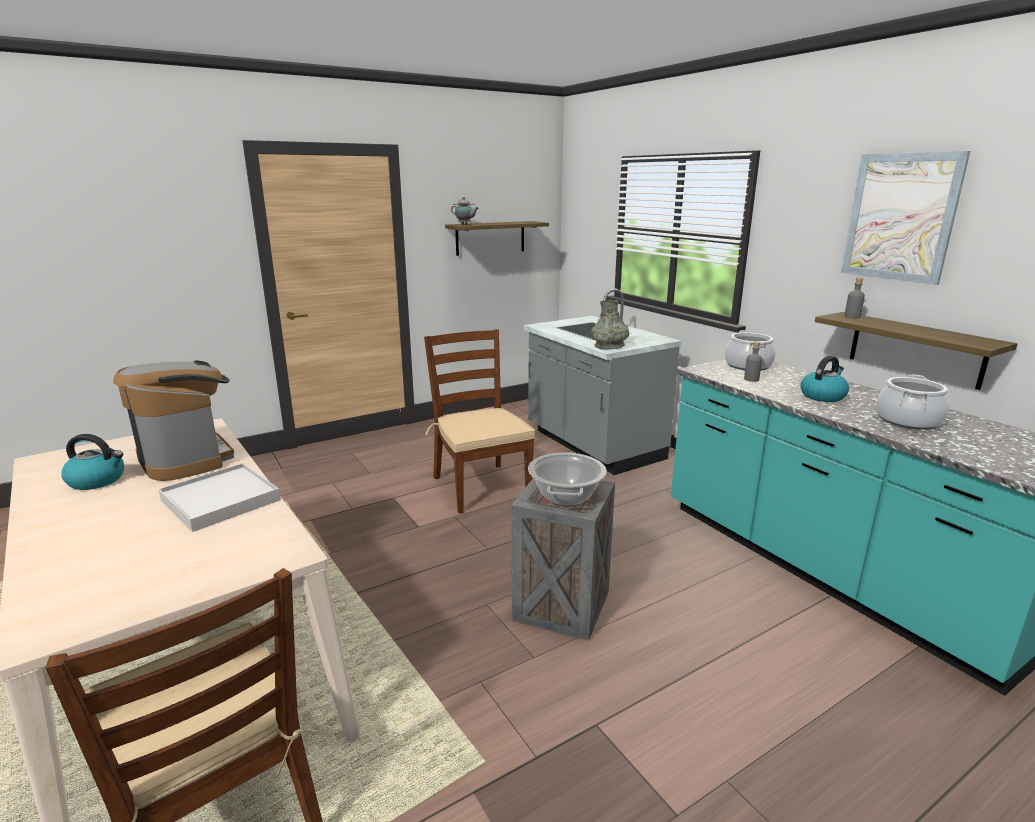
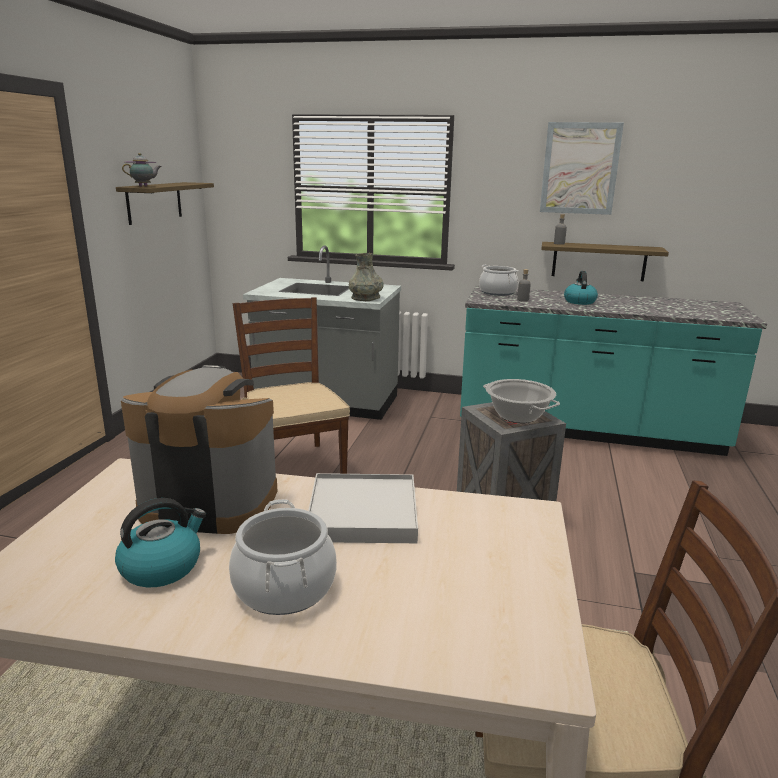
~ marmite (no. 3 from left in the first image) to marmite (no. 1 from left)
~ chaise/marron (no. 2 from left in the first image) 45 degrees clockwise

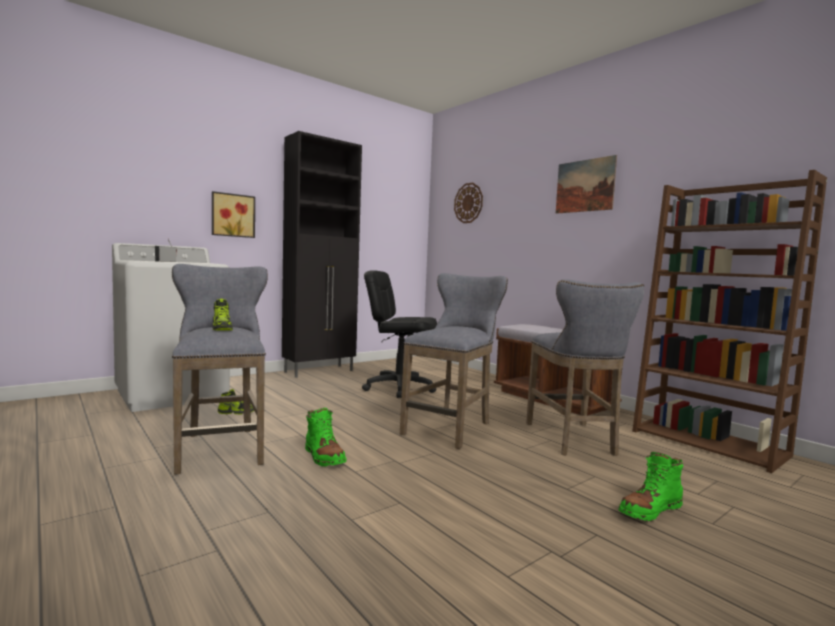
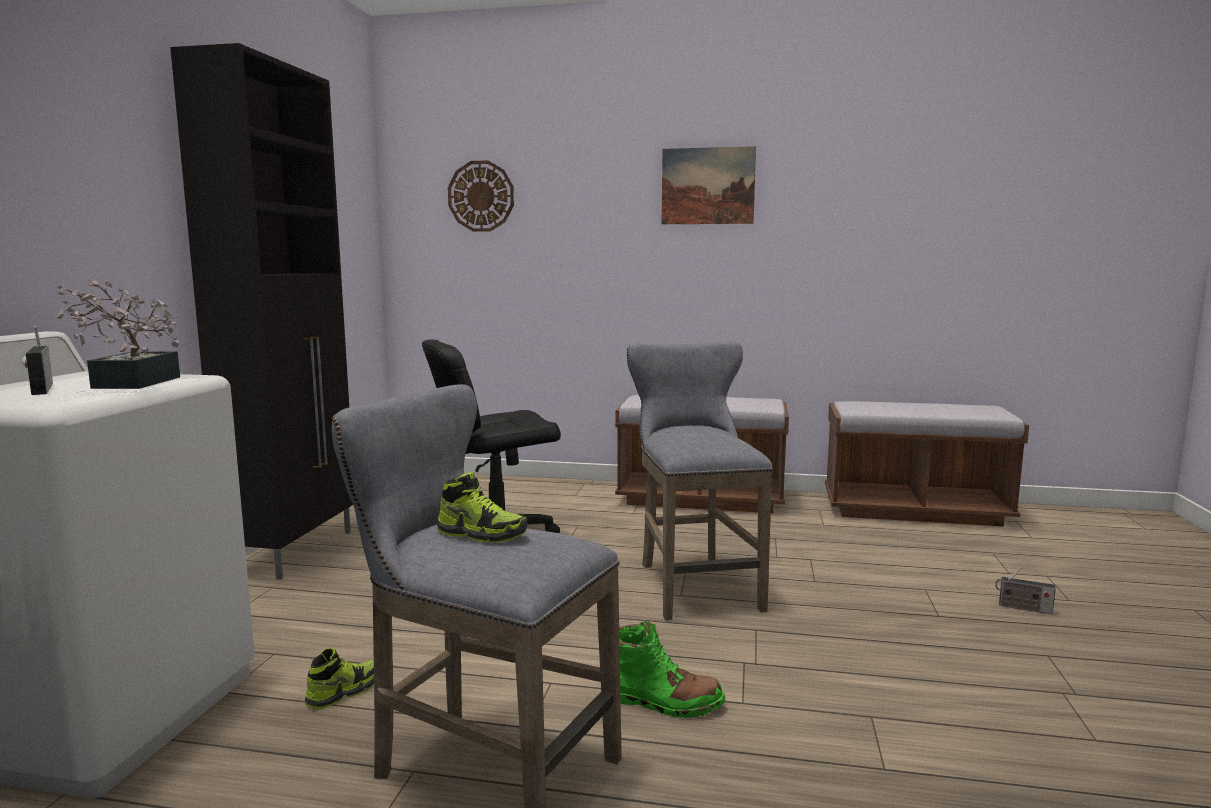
+ plante en pot
~ bibliothèque/marron to banc/marron (no. 2 from left)
~ botte/vert (no. 2 from left) to radio (no. 2 from left)
- tableau (no. 1 from left)
- tabouret/gris (no. 3 from left)

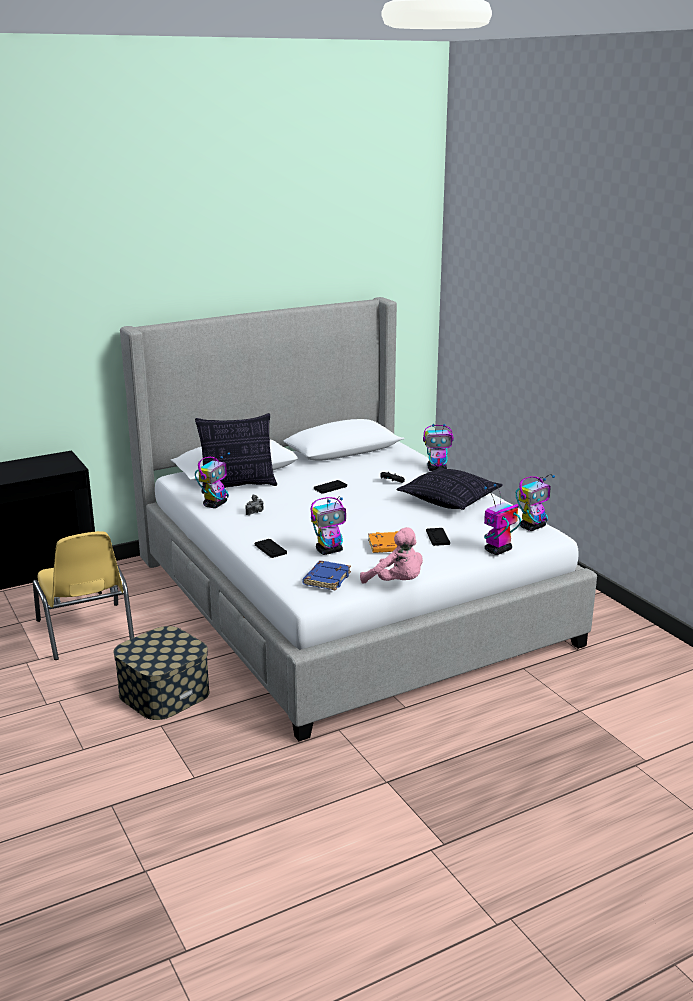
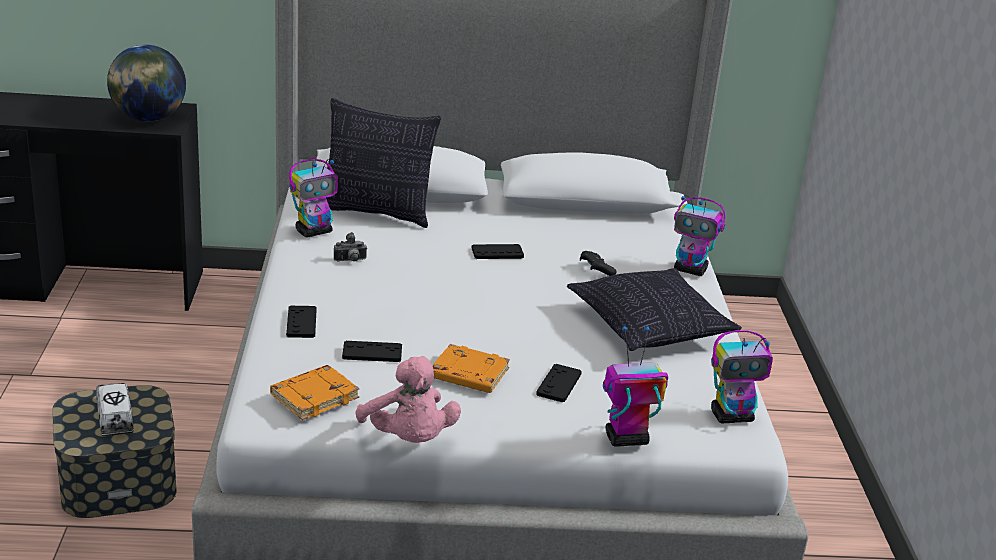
+ camion jouet
+ globe
~ livre/bleu to livre/orange (no. 1 from left)
~ robot jouet (no. 2 from left) to manette/noir (no. 2 from left)
- chaise/jaune

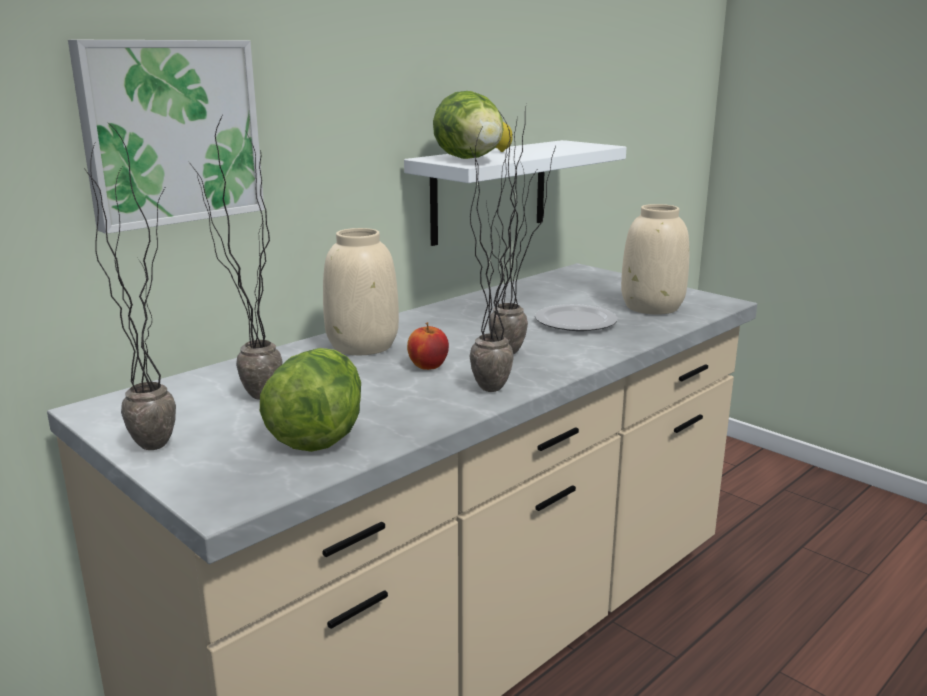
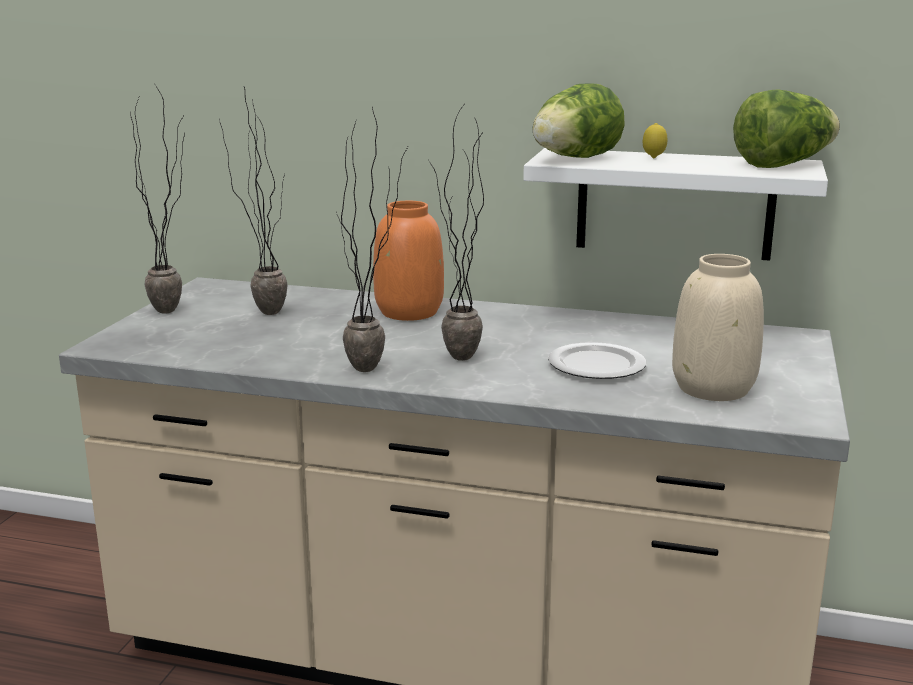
~ vase/beige (no. 1 from left) to vase/orange
~ laitue (no. 1 from left in the first image) to laitue (no. 2 from left)
- tableau
- pomme

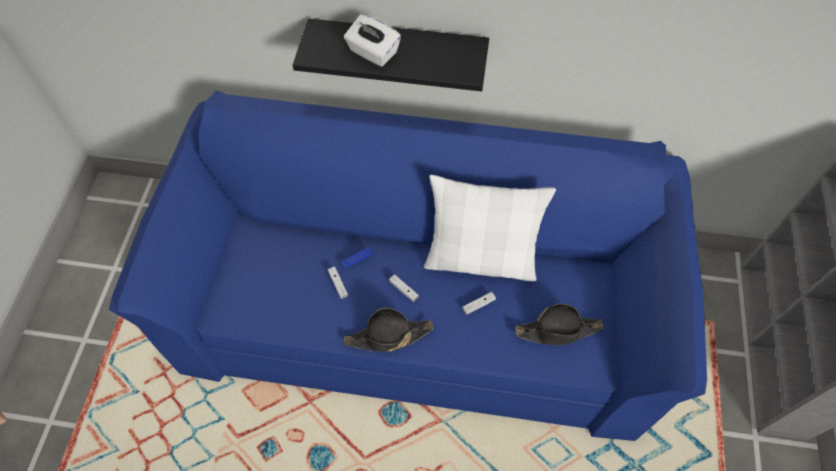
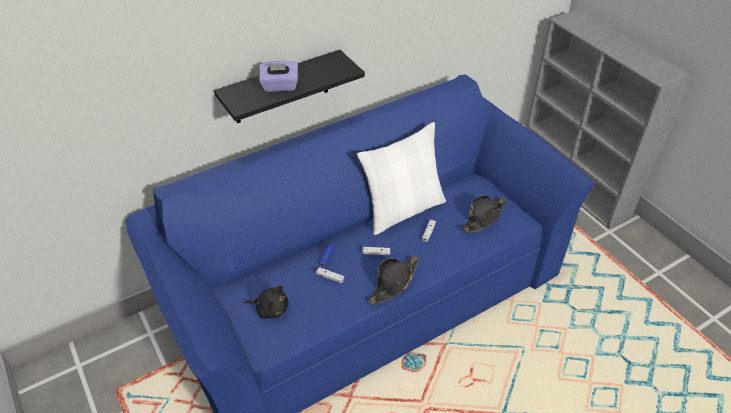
+ peluche/noir
~ boîte à mouchoirs/blanc to boîte à mouchoirs/violet

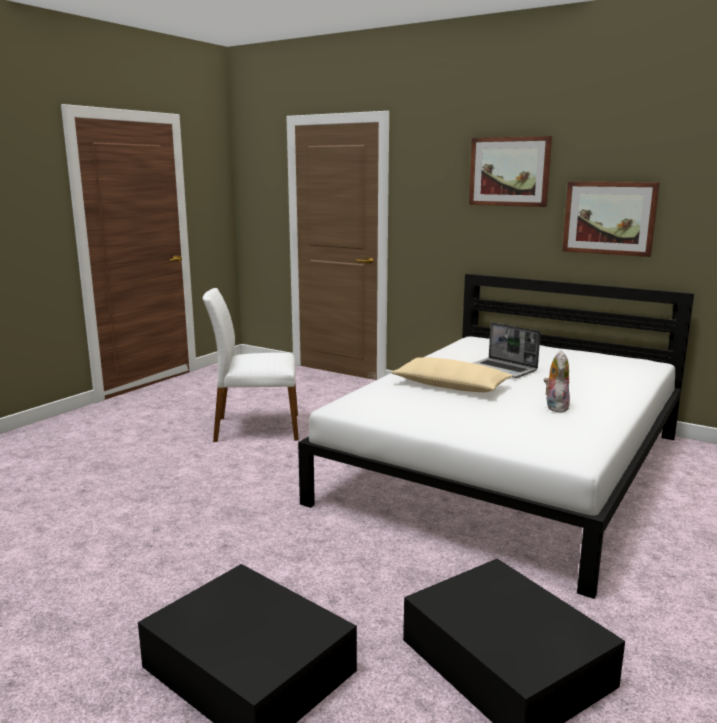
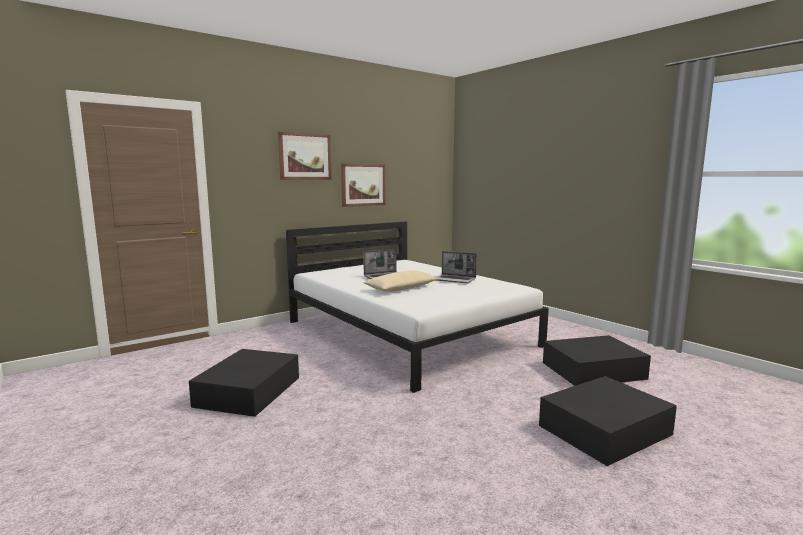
~ chaise/blanc to boîte de rangement/noir (no. 1 from left)
~ peluche to ordinateur portable (no. 2 from left)

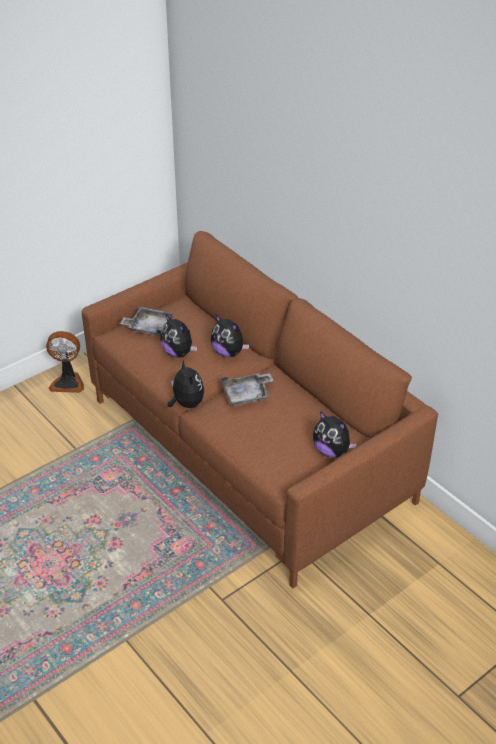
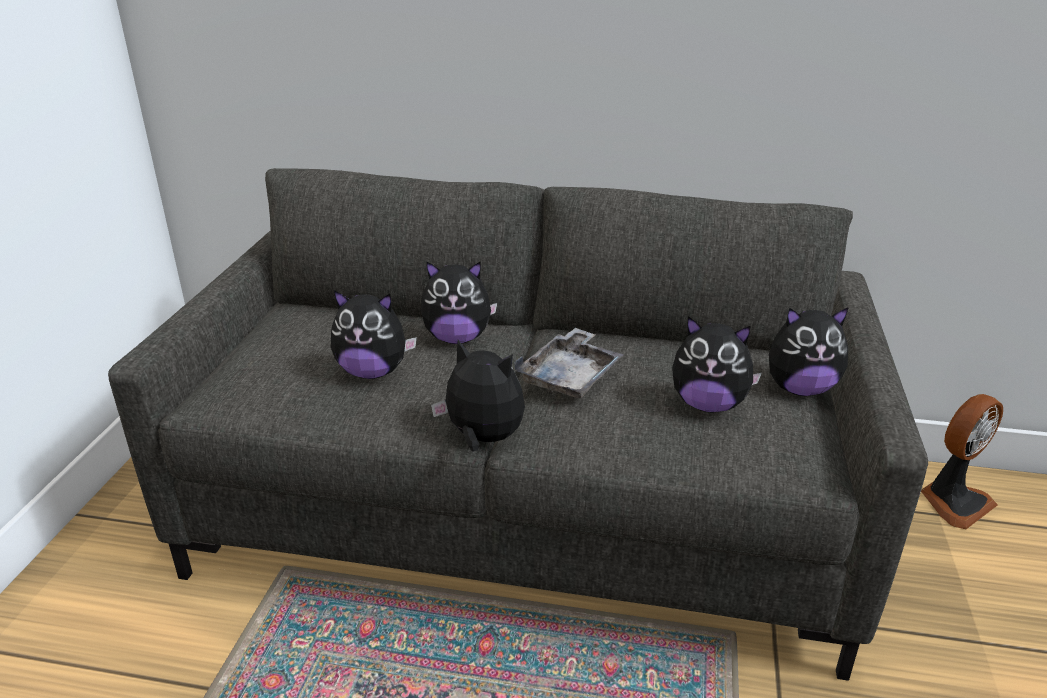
~ canapé/marron to canapé/gris
+ peluche (no. 4 from left)
~ ventilateur
- plateau/gris (no. 1 from left)

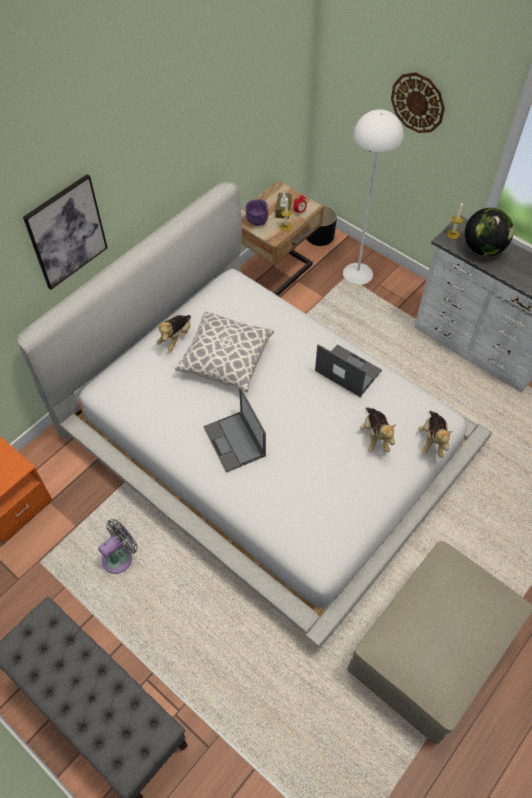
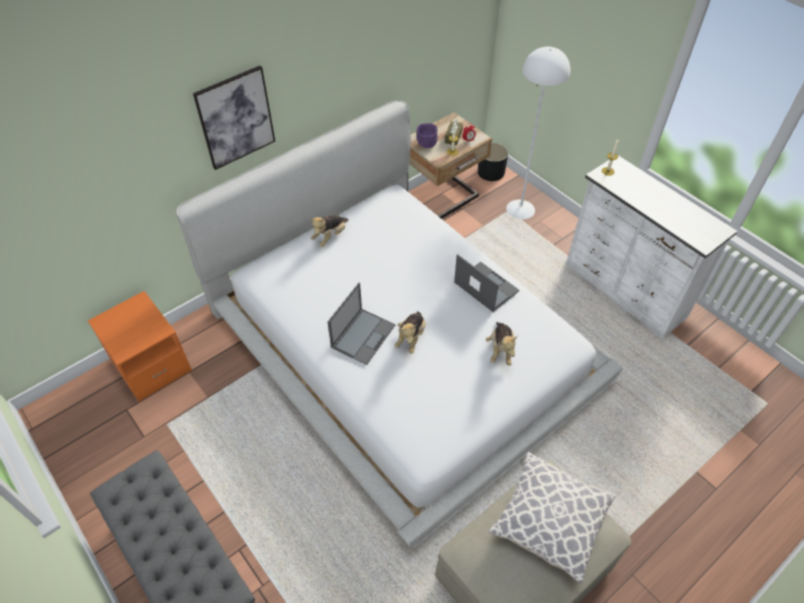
~ ordinateur portable (no. 1 from left) 135 degrees counterclockwise
~ peluche (no. 3 from left in the first image) to peluche (no. 2 from left)
~ coussin
- ventilateur/gris
- horloge murale
- globe

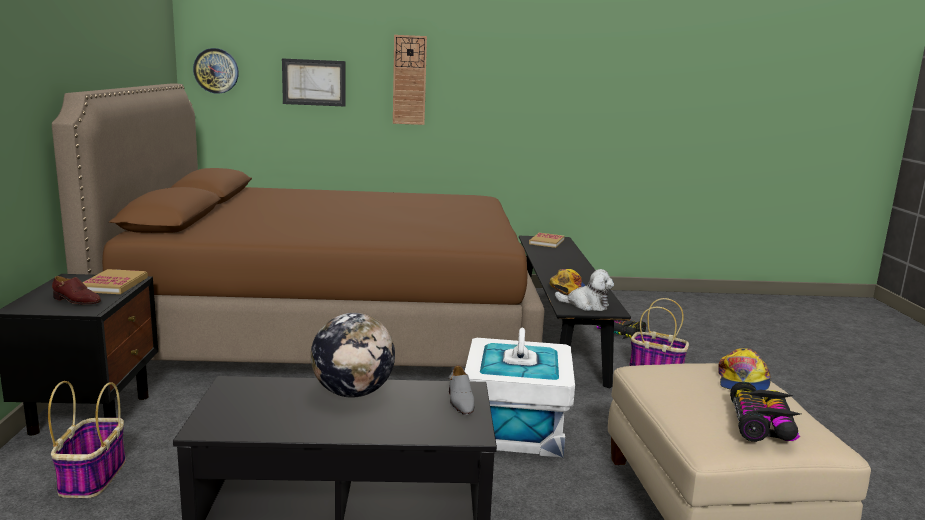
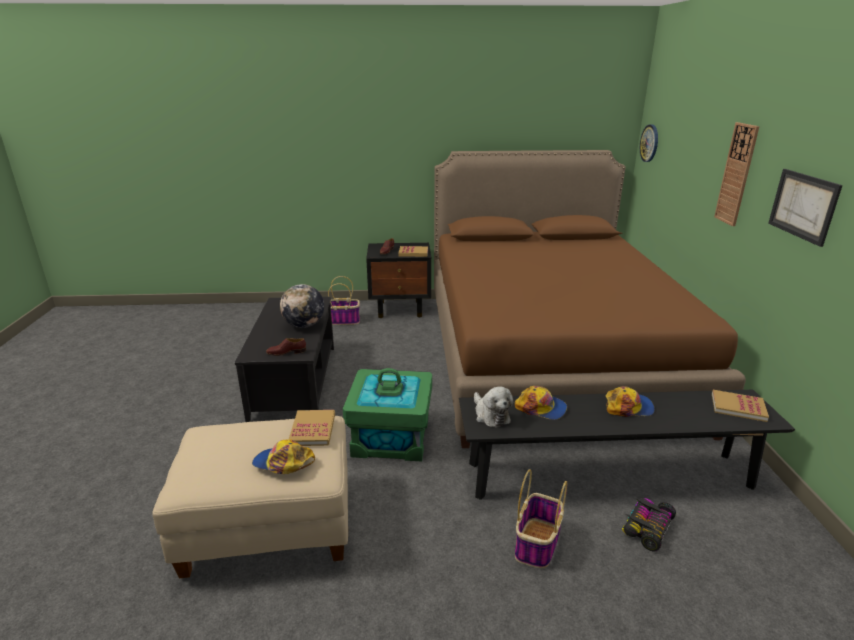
~ chaussure/gris to chaussure/marron (no. 1 from left)
+ livre (no. 1 from left)
~ boîte de rangement/blanc to boîte de rangement/vert
~ peluche 45 degrees counterclockwise
+ casquette (no. 3 from left)
~ tableau
- petite voiture (no. 2 from left)

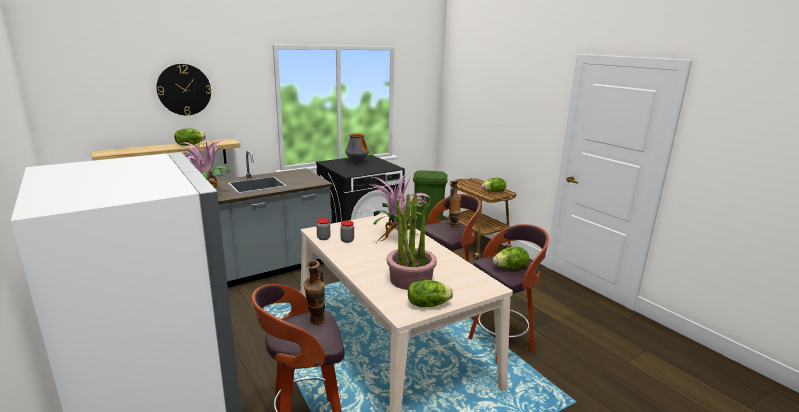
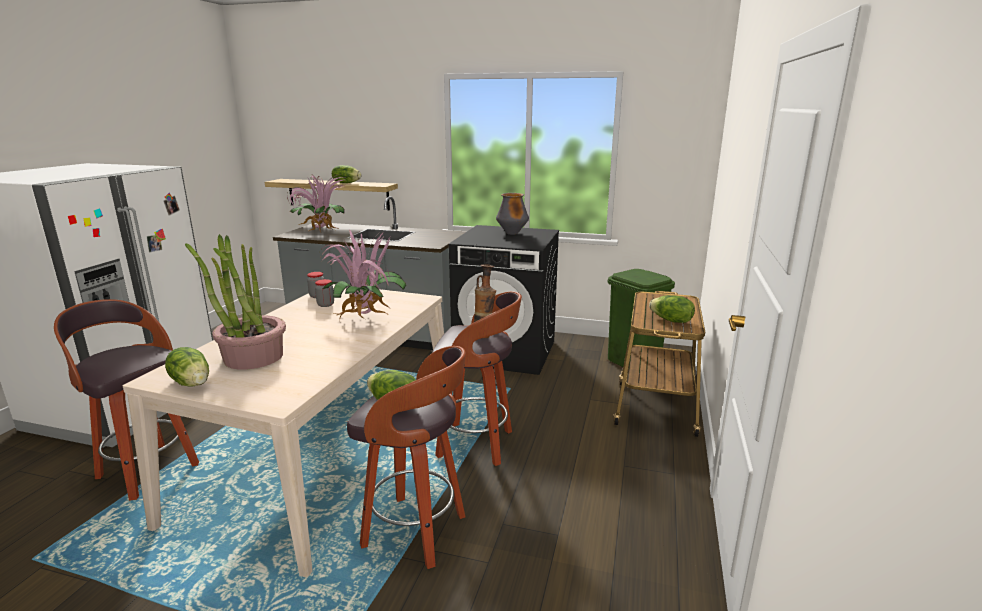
- horloge murale
- vase (no. 1 from left)

